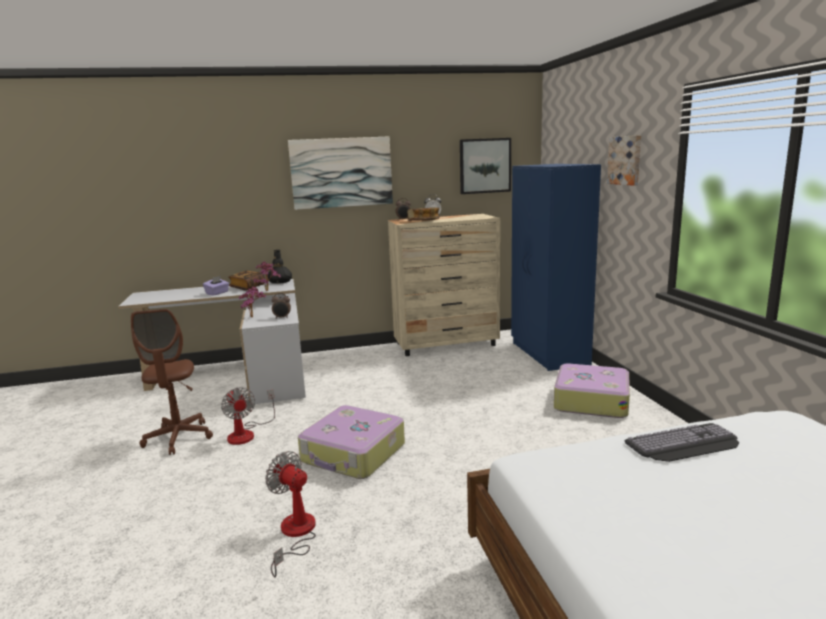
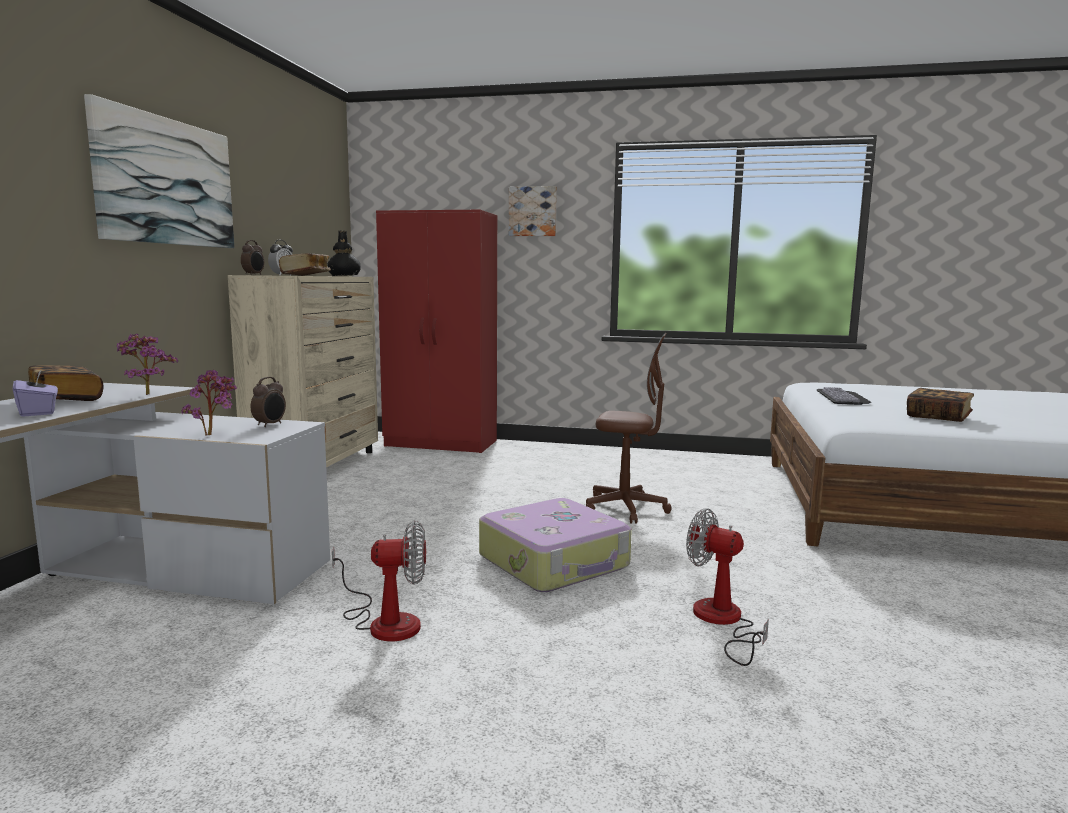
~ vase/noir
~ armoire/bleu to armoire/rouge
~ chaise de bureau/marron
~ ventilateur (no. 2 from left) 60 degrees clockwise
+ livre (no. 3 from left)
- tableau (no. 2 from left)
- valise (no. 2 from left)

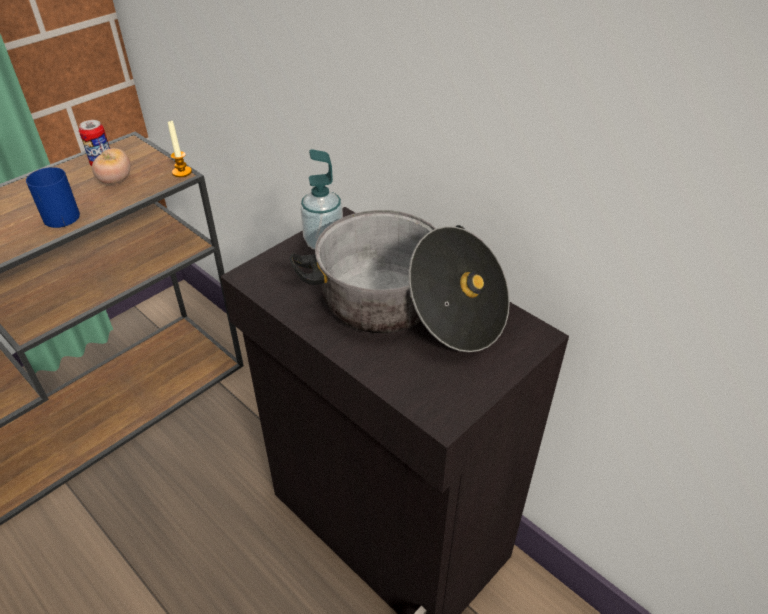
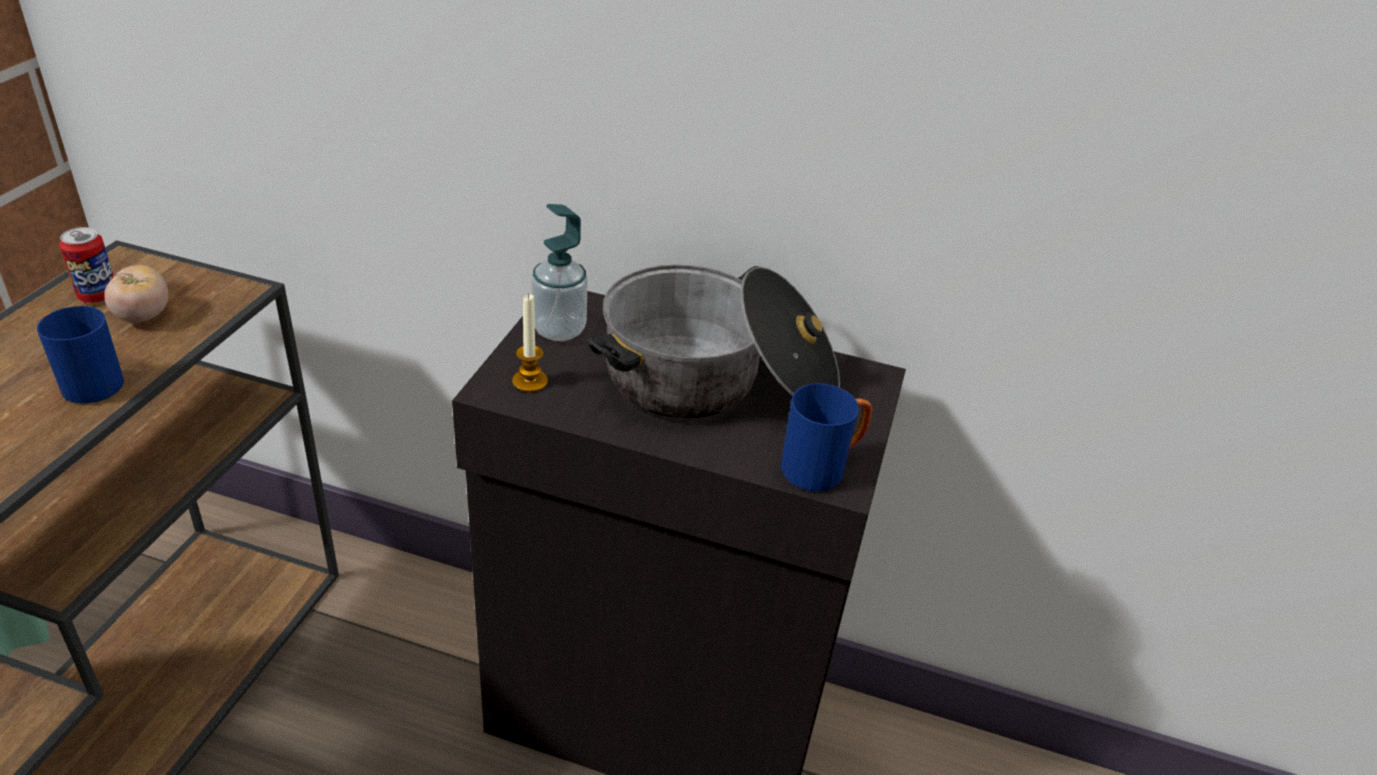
~ bougie
+ mug/bleu (no. 2 from left)

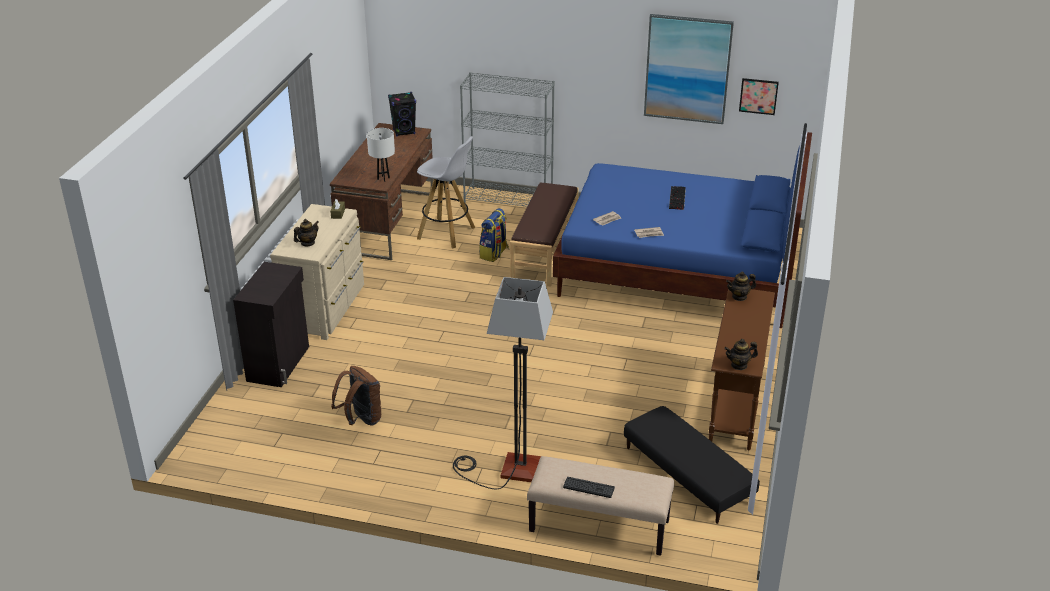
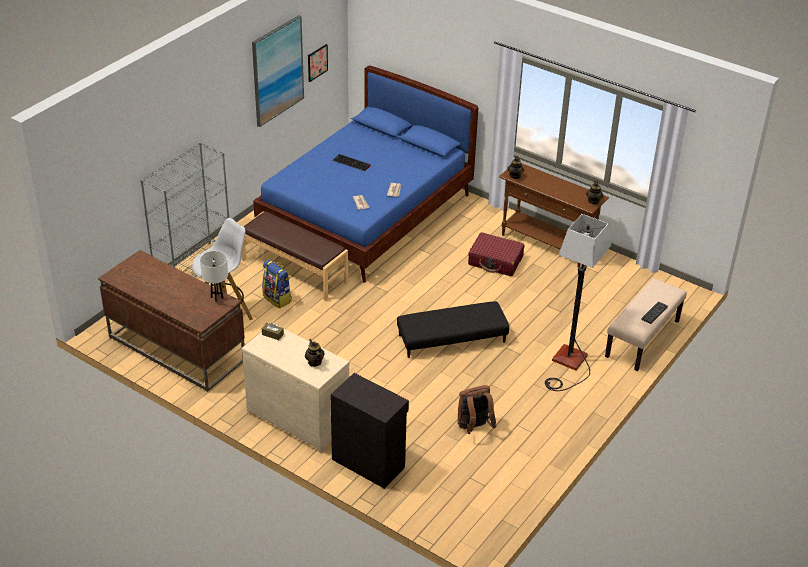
~ pouf/noir
+ valise/rouge
- enceinte/noir

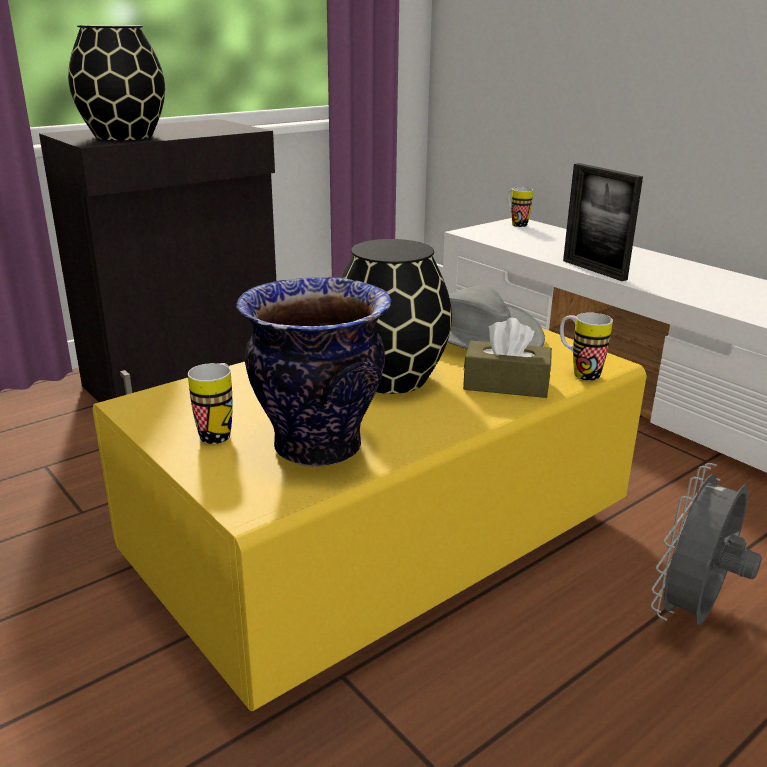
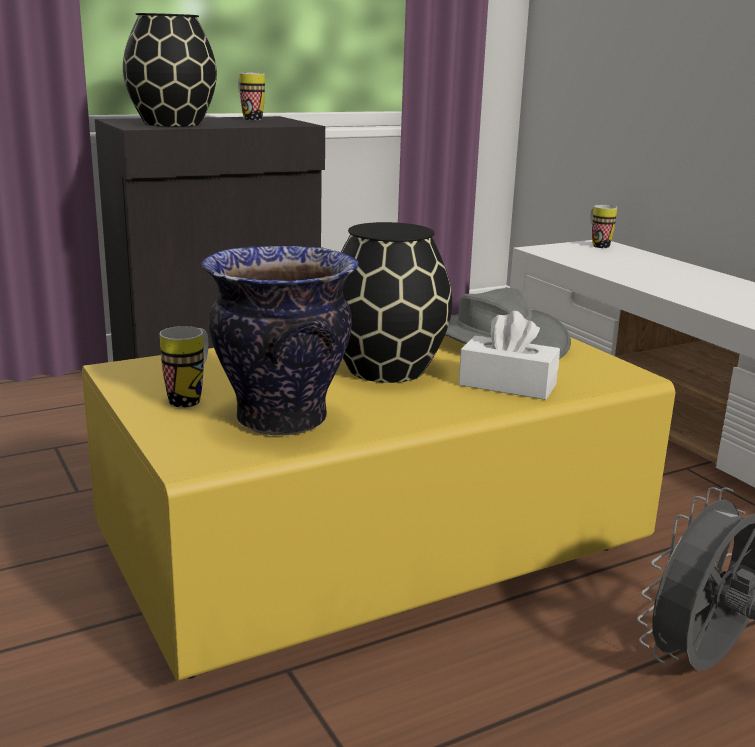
~ mug (no. 3 from left in the first image) to mug (no. 2 from left)
~ boîte à mouchoirs/marron to boîte à mouchoirs/blanc
- cadre photo

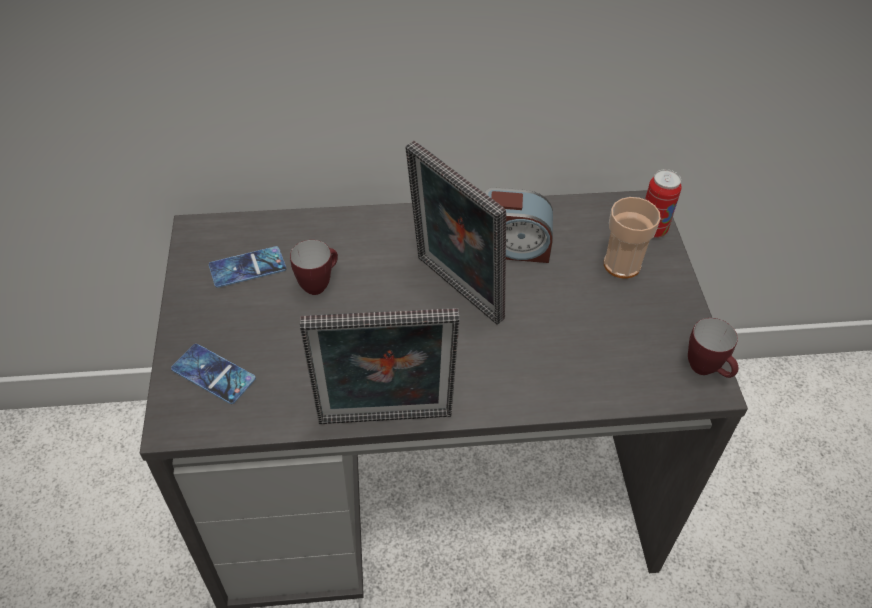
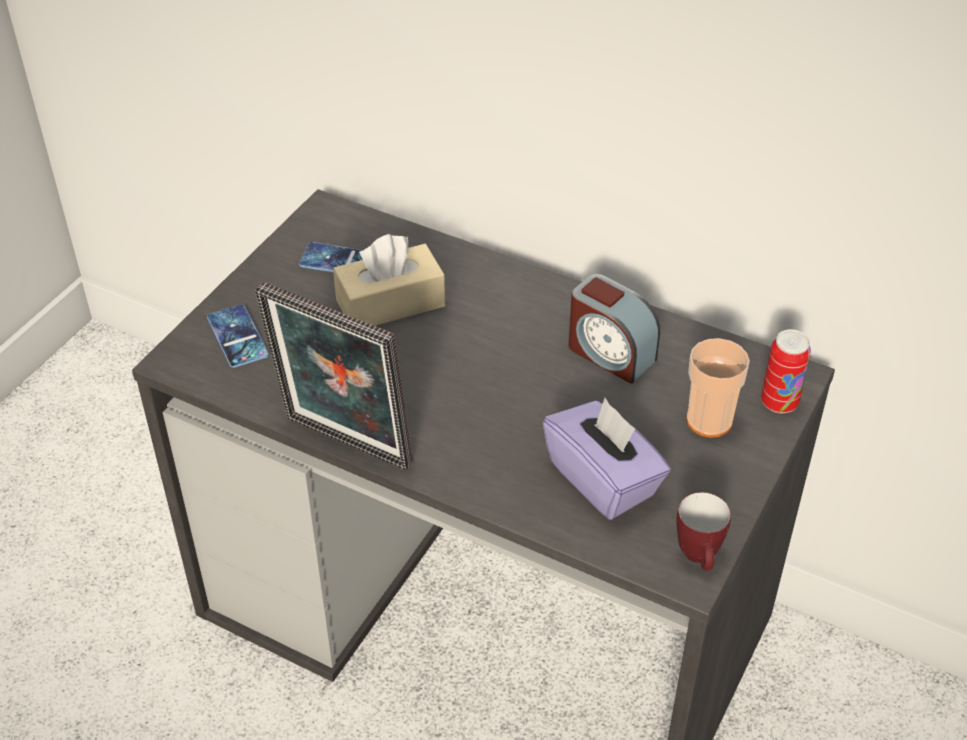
~ mug (no. 1 from left) to boîte à mouchoirs/beige
+ boîte à mouchoirs/violet
- cadre photo (no. 2 from left)

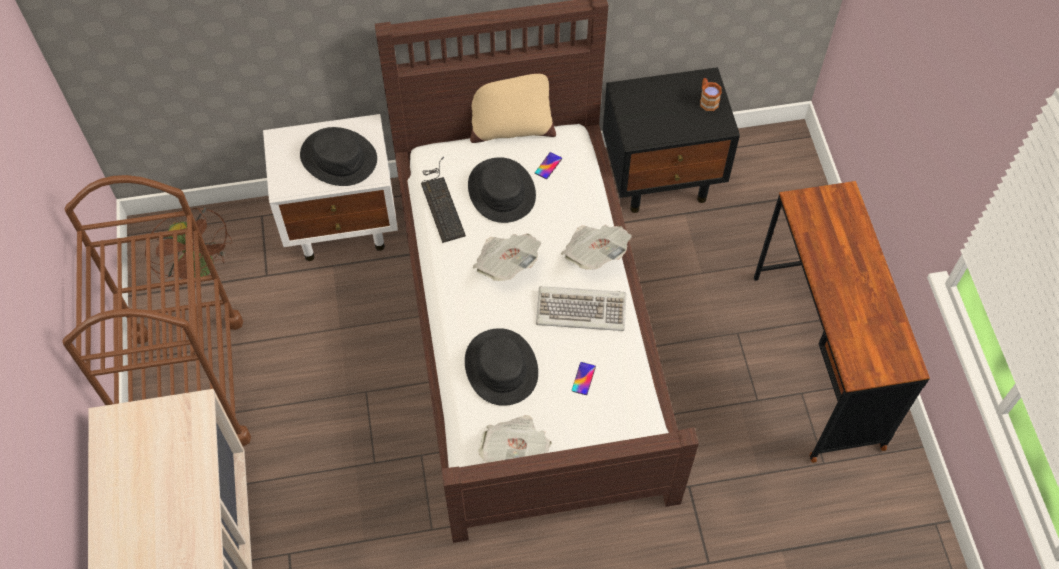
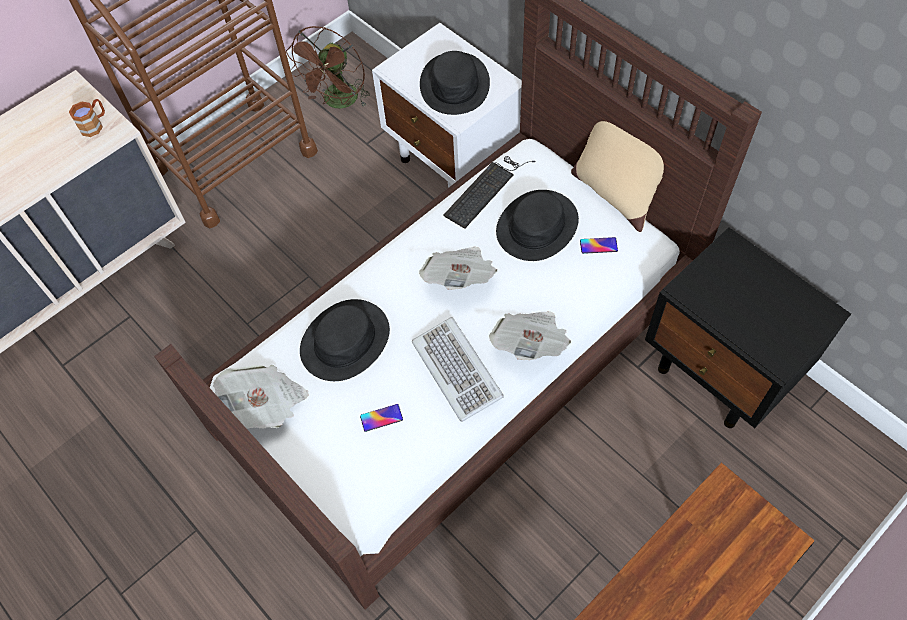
~ mug/marron

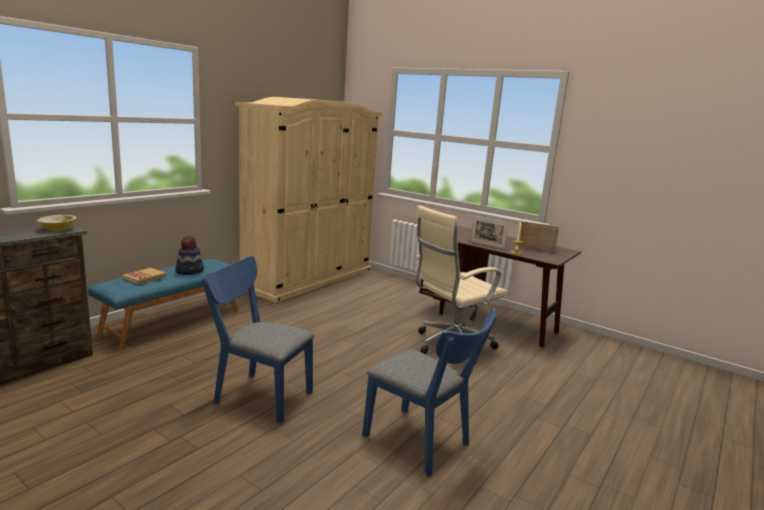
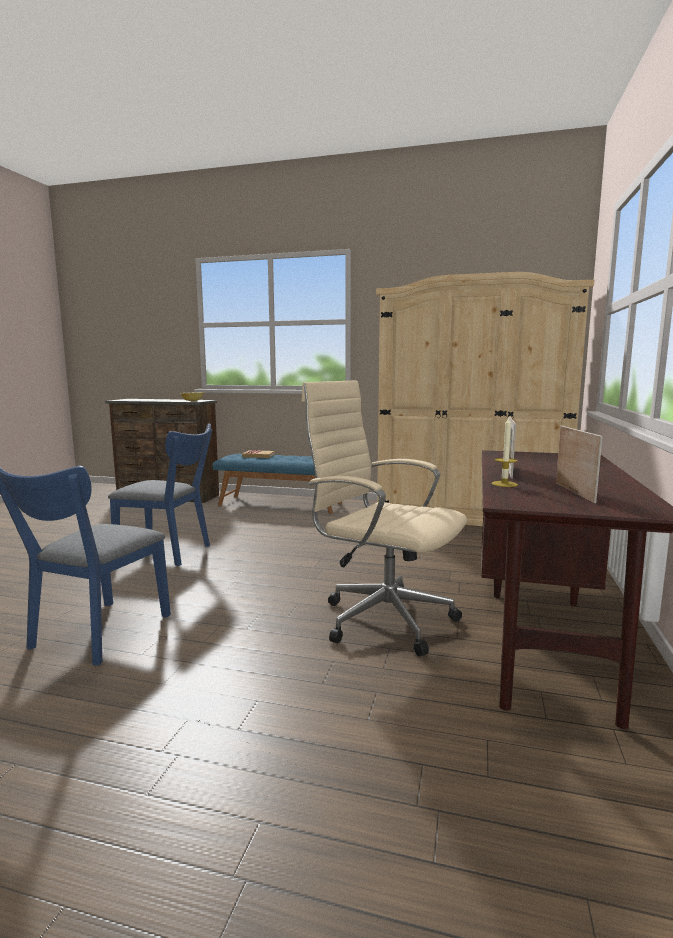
~ chaise/bleu (no. 1 from left in the first image) 105 degrees clockwise
- chapeau

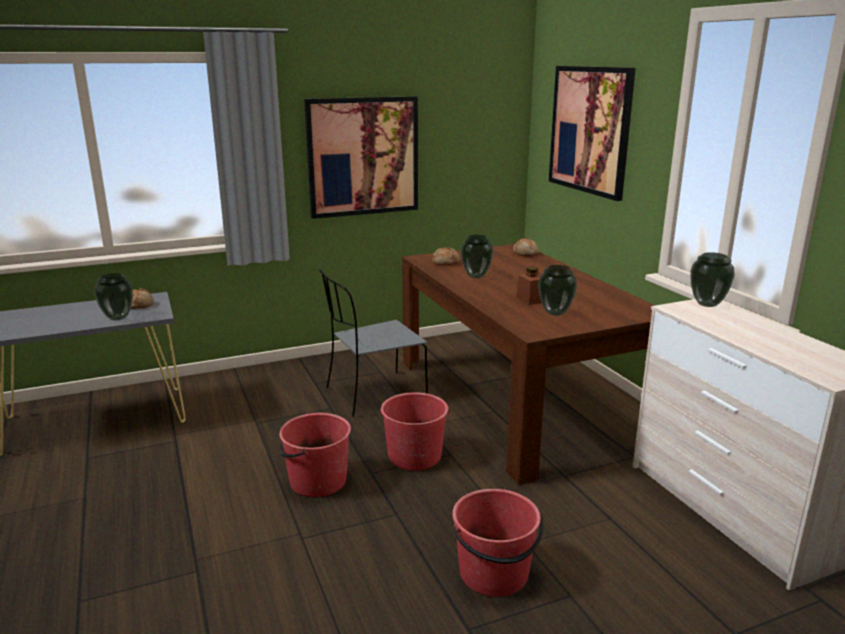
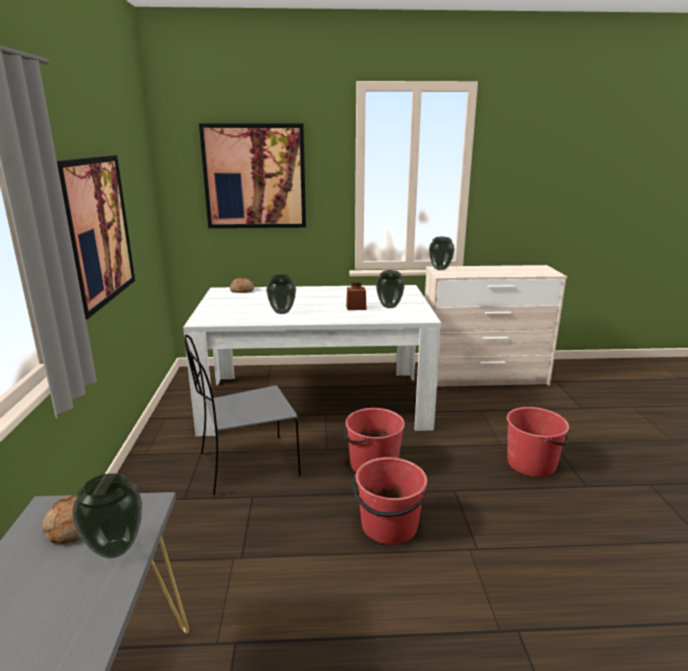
~ table à manger/marron to table à manger/blanc
~ chaise/gris 75 degrees clockwise
- pain (no. 2 from left)

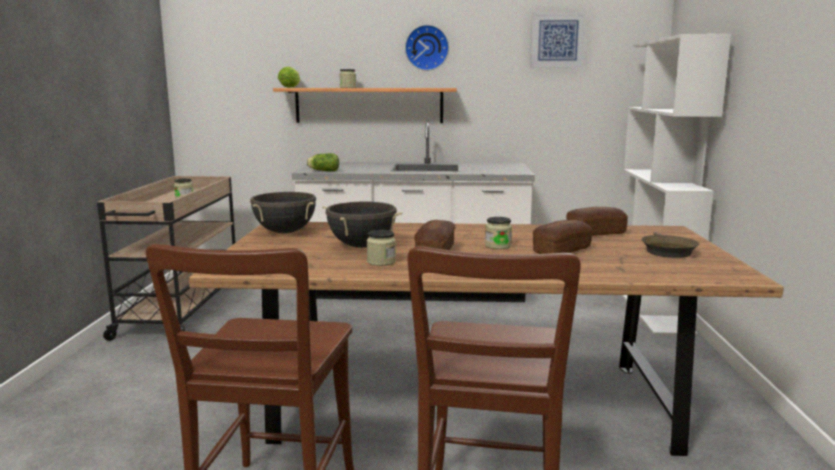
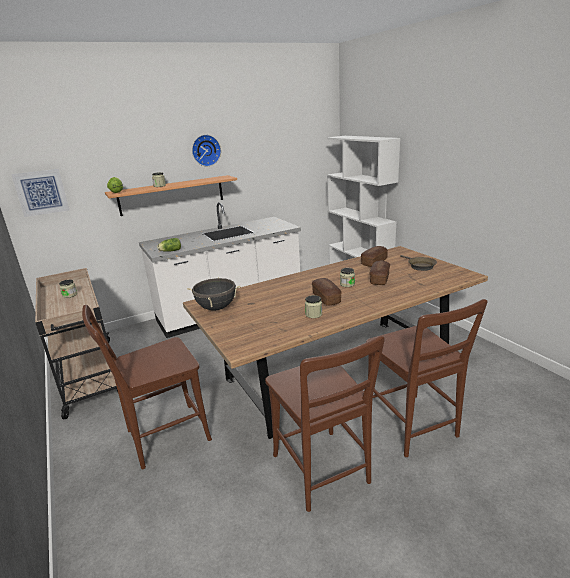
~ tableau
+ chaise/marron (no. 1 from left)
- marmite/noir (no. 2 from left)

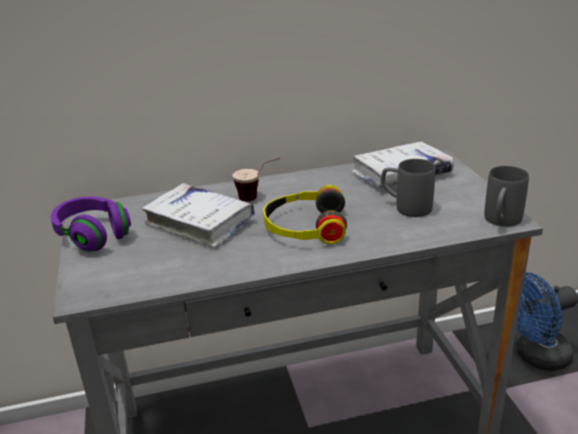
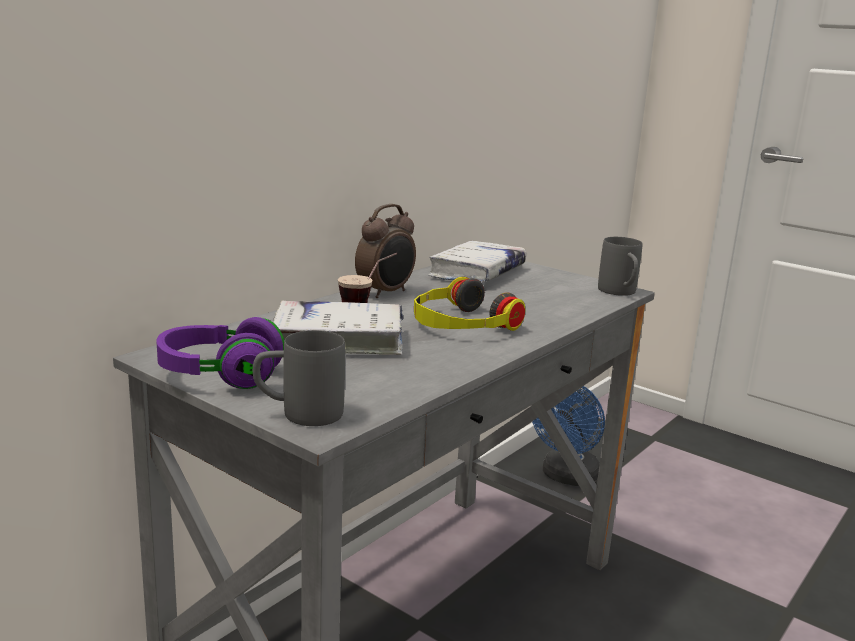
~ mug/gris (no. 1 from left)
+ réveil

